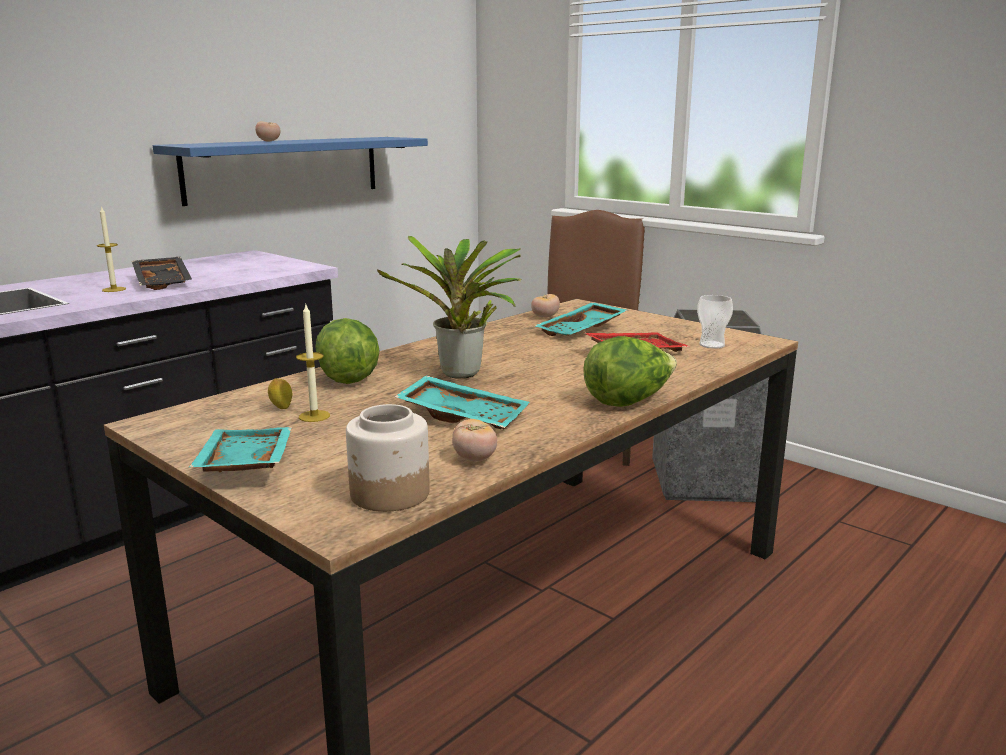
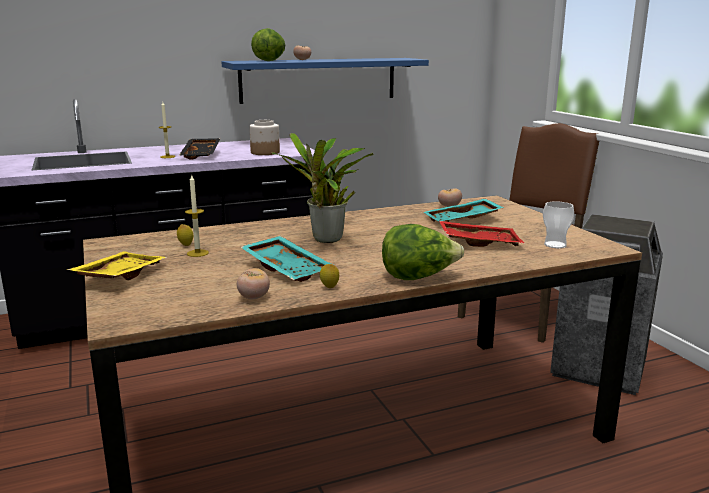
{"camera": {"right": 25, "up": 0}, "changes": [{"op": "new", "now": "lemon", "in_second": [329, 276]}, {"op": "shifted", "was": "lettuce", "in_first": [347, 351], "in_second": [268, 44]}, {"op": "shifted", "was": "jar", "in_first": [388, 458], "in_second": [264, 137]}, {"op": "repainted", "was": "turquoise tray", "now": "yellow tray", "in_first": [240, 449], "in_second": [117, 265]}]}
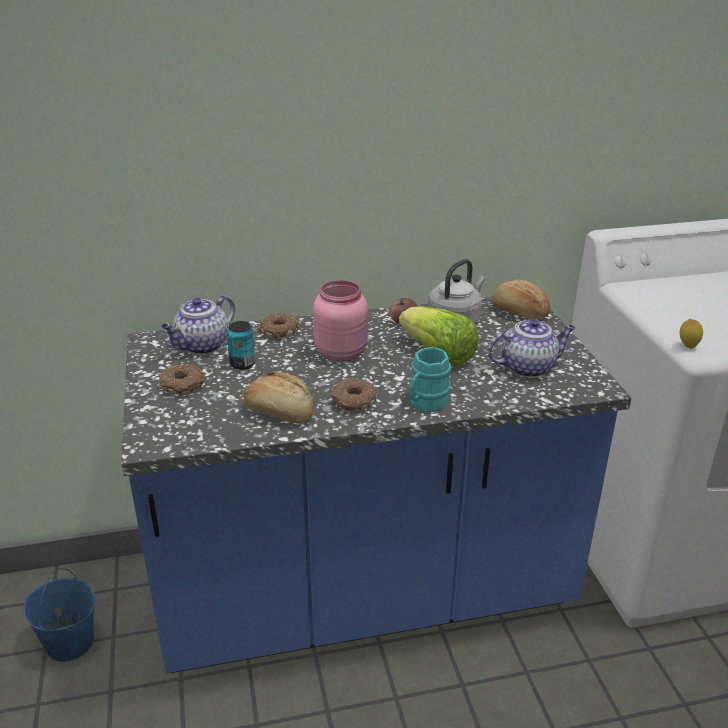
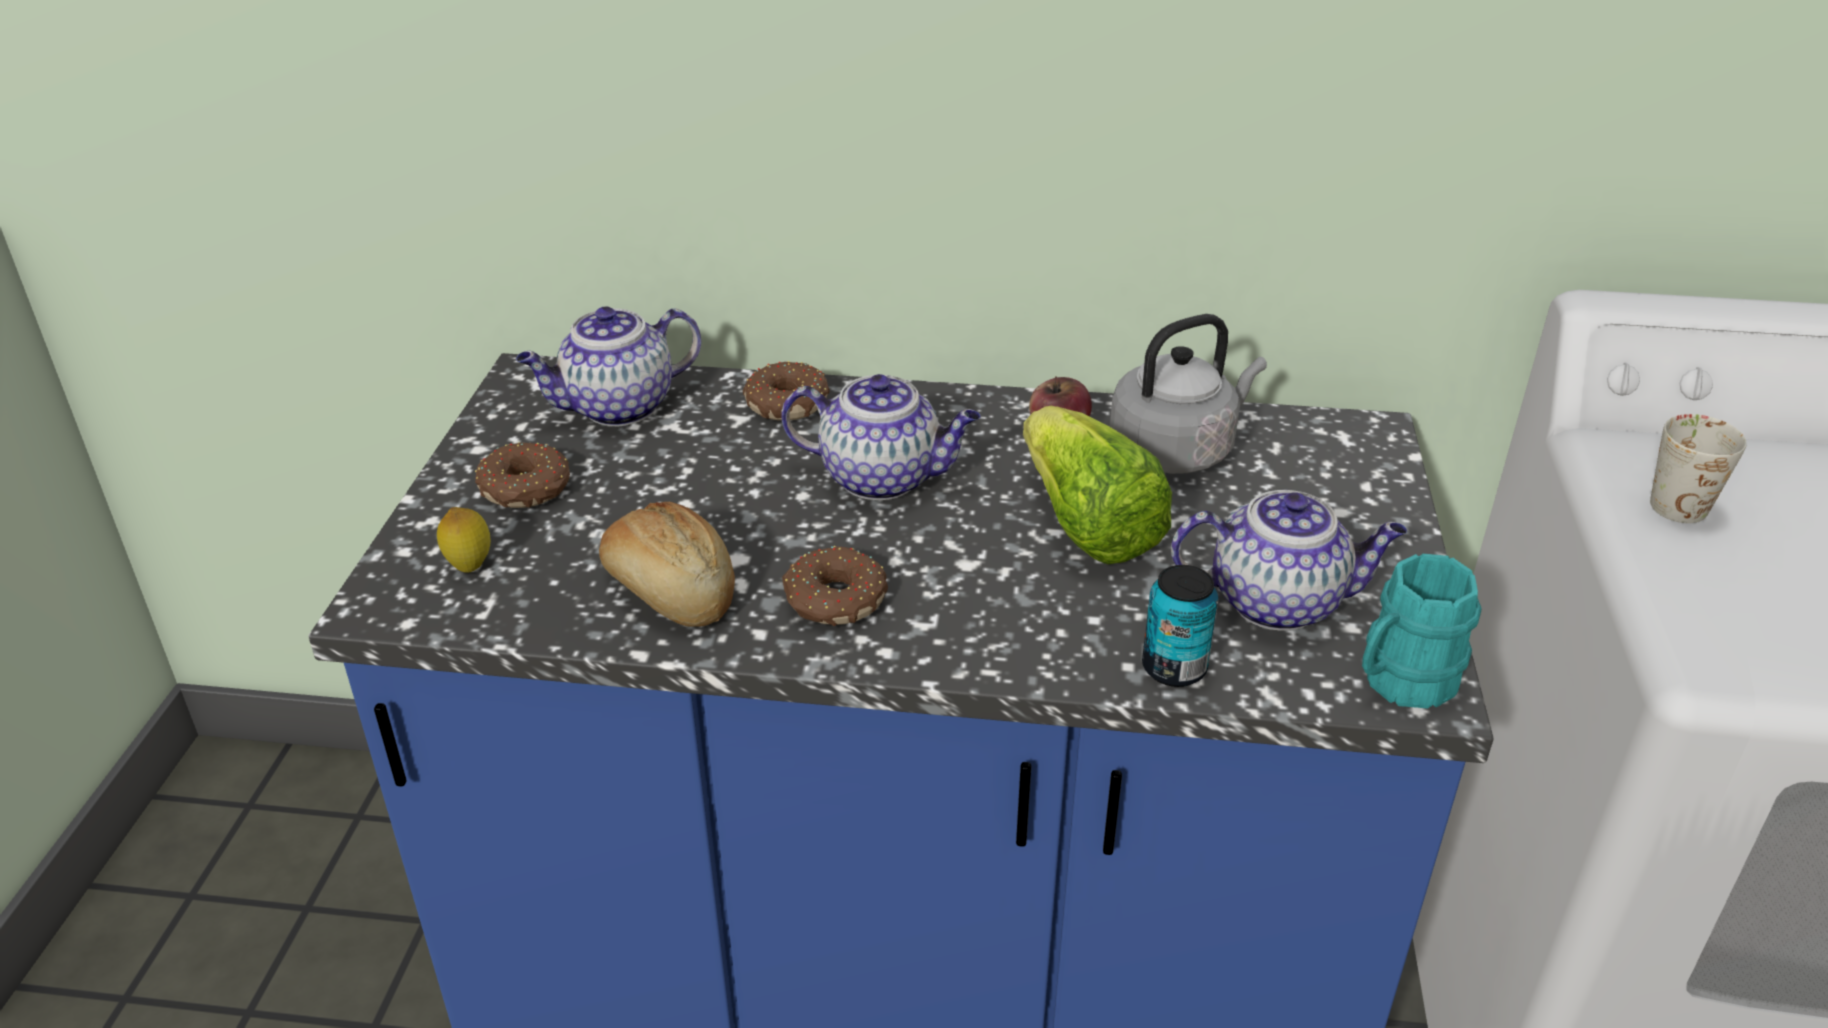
{"camera": {"right": 20, "up": 5}, "changes": [{"op": "gone", "was": "blue bucket", "in_first": [59, 615]}, {"op": "gone", "was": "bread", "in_first": [521, 299]}, {"op": "new", "now": "white mug", "in_second": [1698, 468]}, {"op": "shifted", "was": "can", "in_first": [241, 345], "in_second": [1180, 626]}, {"op": "shifted", "was": "turquoise mug", "in_first": [430, 379], "in_second": [1421, 631]}, {"op": "shifted", "was": "lemon", "in_first": [691, 334], "in_second": [464, 540]}, {"op": "swapped", "was": "pink jar", "now": "teapot", "in_first": [340, 321], "in_second": [881, 437]}]}
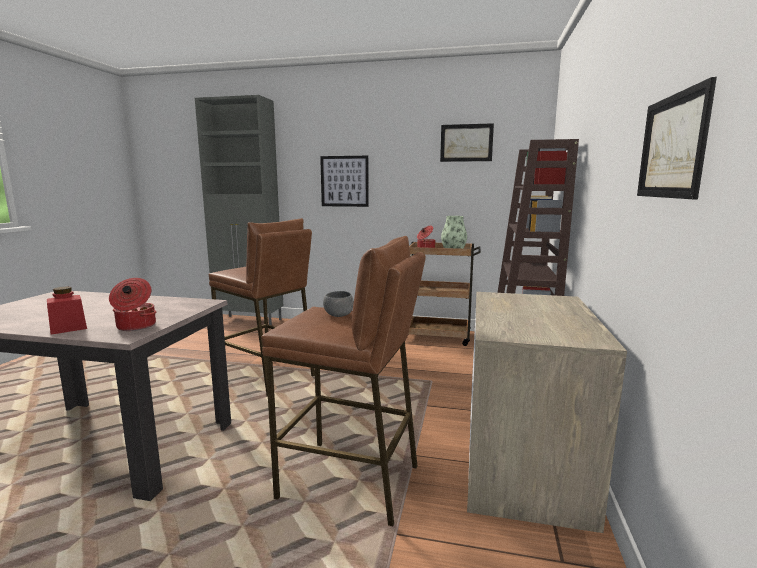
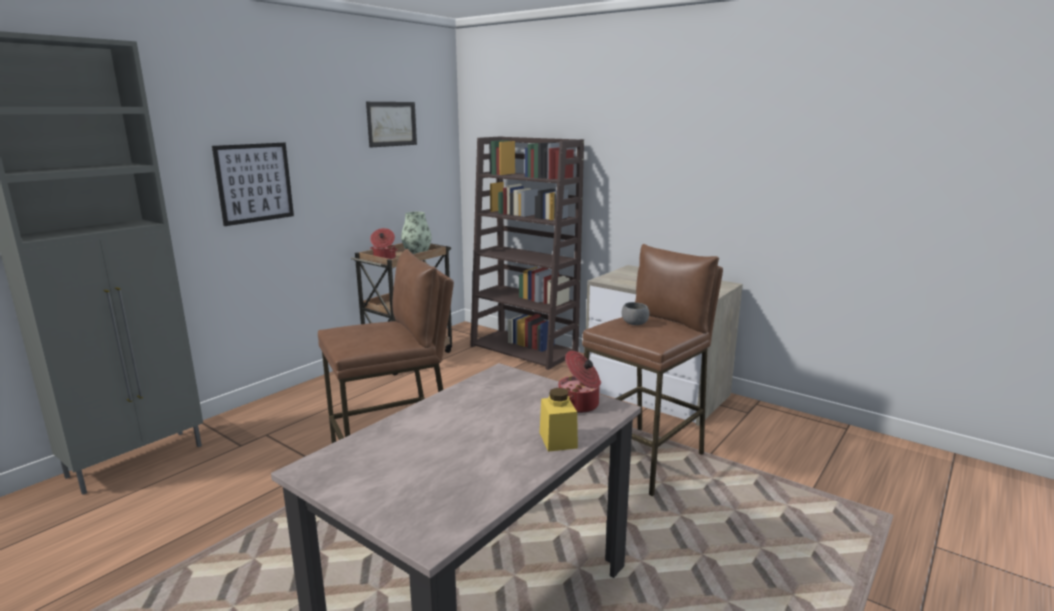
{"camera": {"right": -65, "up": 5}, "changes": [{"op": "gone", "was": "picture", "in_first": [677, 138]}, {"op": "repainted", "was": "red jar", "now": "yellow jar", "in_first": [67, 310], "in_second": [559, 420]}]}
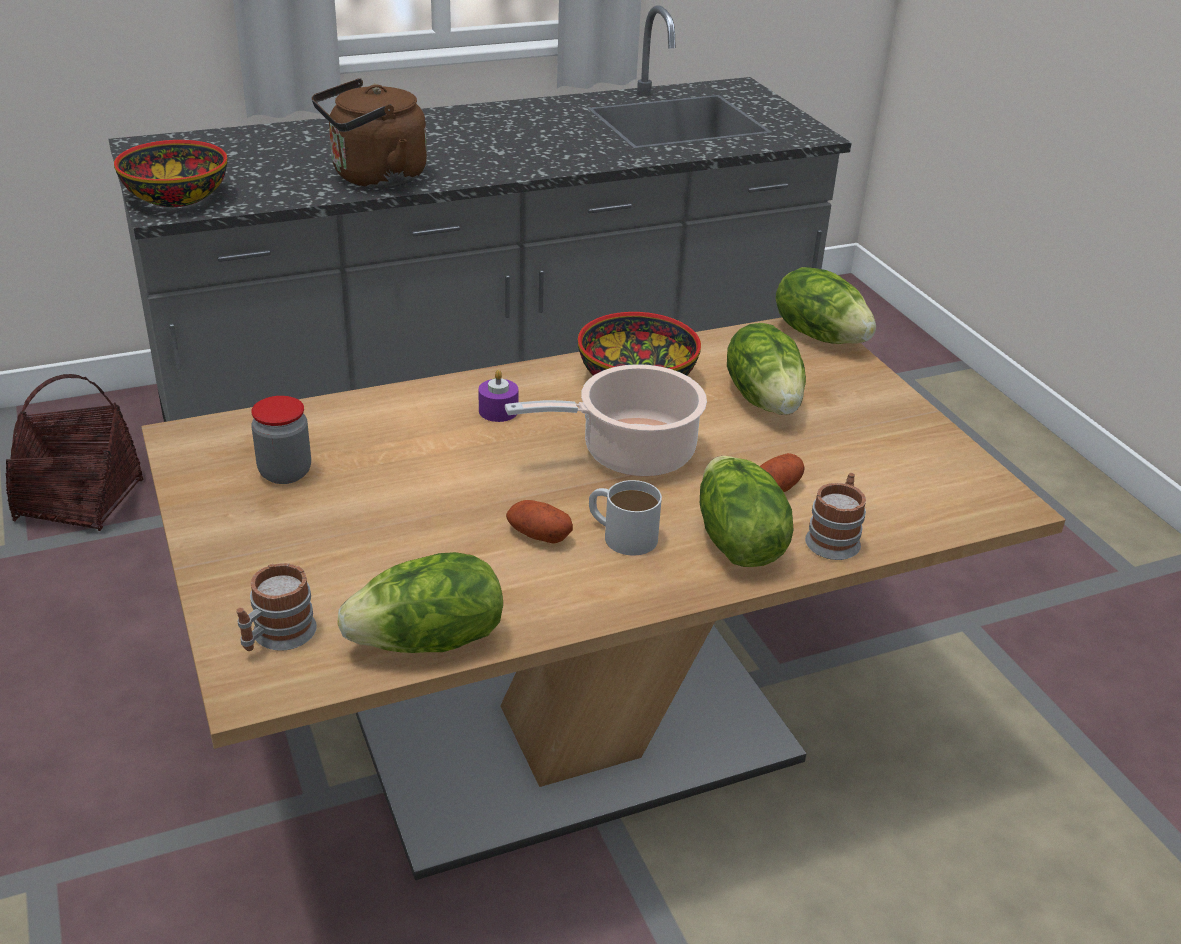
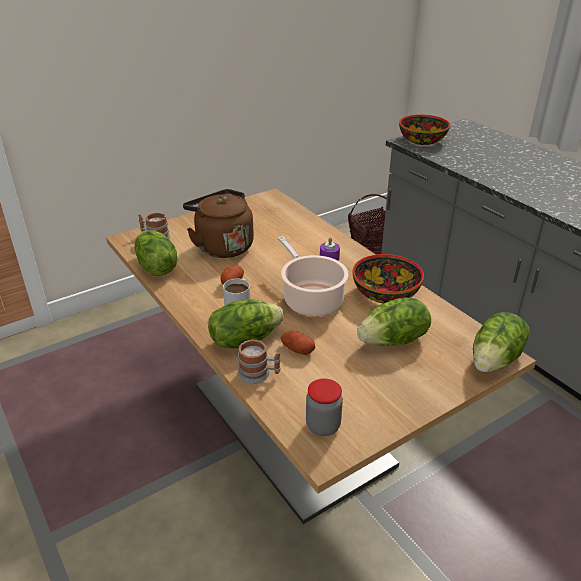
{"camera": {"right": 80, "up": 0}, "changes": [{"op": "shifted", "was": "jar", "in_first": [281, 440], "in_second": [324, 407]}, {"op": "shifted", "was": "brown kettle", "in_first": [369, 133], "in_second": [218, 223]}]}
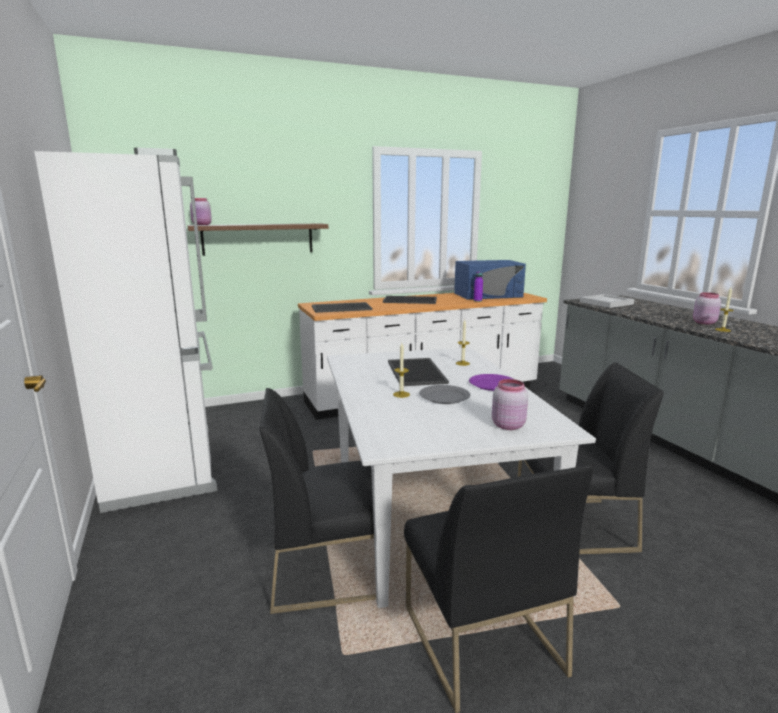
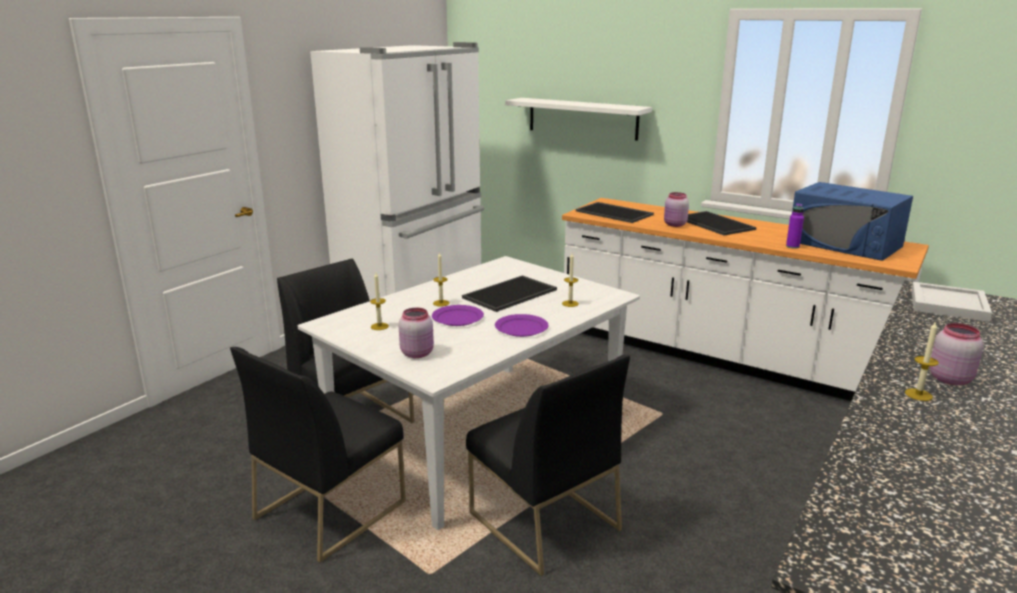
{"camera": {"right": 55, "up": 5}, "changes": [{"op": "new", "now": "candle", "in_second": [379, 301]}, {"op": "shifted", "was": "pink jar", "in_first": [201, 211], "in_second": [676, 209]}, {"op": "repainted", "was": "brown shelf", "now": "white shelf", "in_first": [257, 240], "in_second": [578, 119]}, {"op": "repainted", "was": "grey plate", "now": "purple plate", "in_first": [445, 394], "in_second": [458, 315]}]}
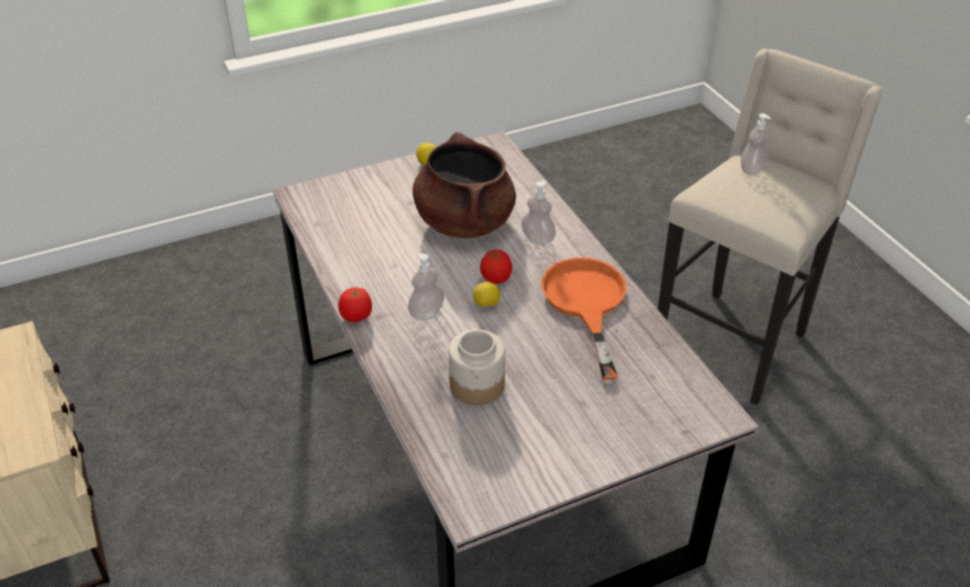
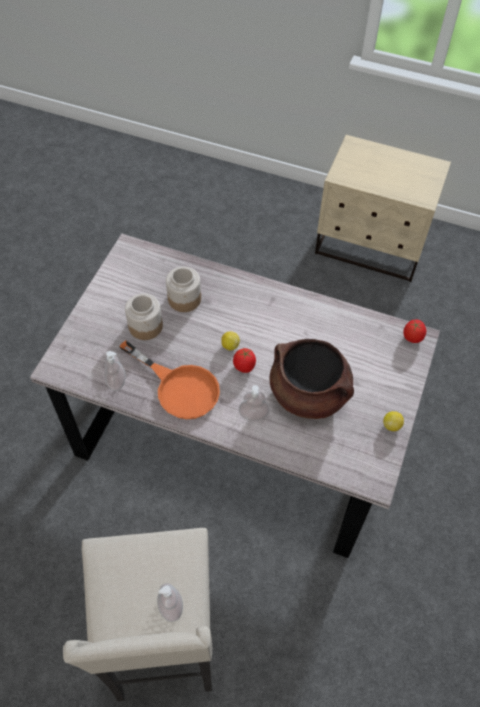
{"camera": {"right": 135, "up": 15}, "changes": [{"op": "new", "now": "jar", "in_second": [144, 316]}, {"op": "shifted", "was": "tomato", "in_first": [355, 304], "in_second": [414, 331]}, {"op": "shifted", "was": "soap dispenser", "in_first": [426, 287], "in_second": [115, 371]}]}
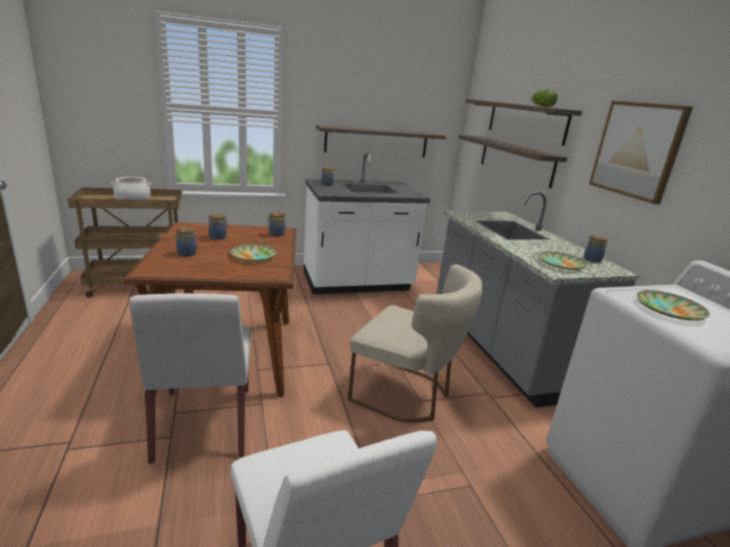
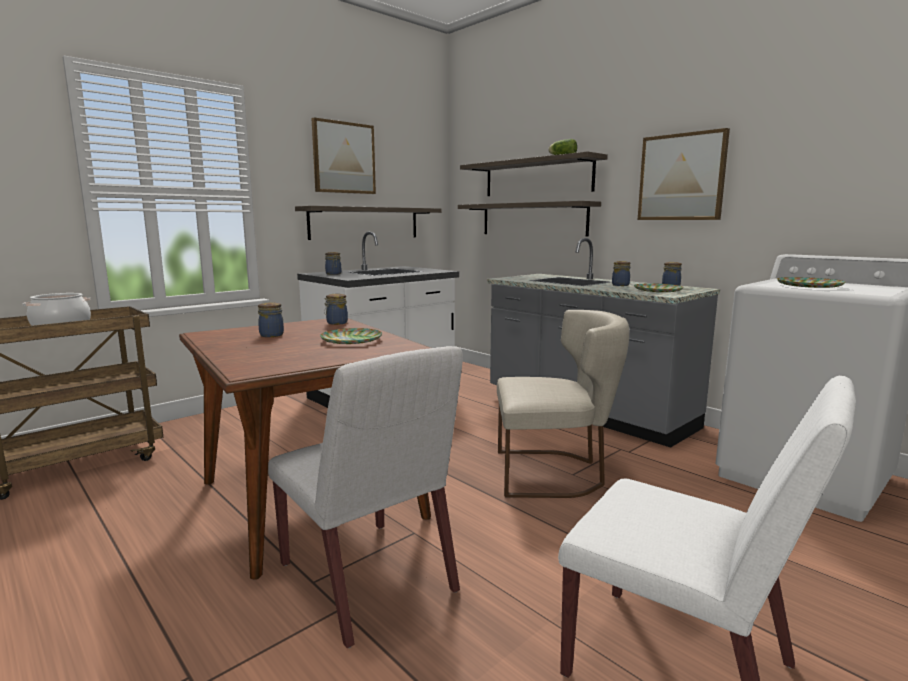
{"camera": {"right": -25, "up": -10}, "changes": [{"op": "new", "now": "picture", "in_second": [344, 155]}, {"op": "shifted", "was": "jar", "in_first": [186, 241], "in_second": [621, 273]}]}
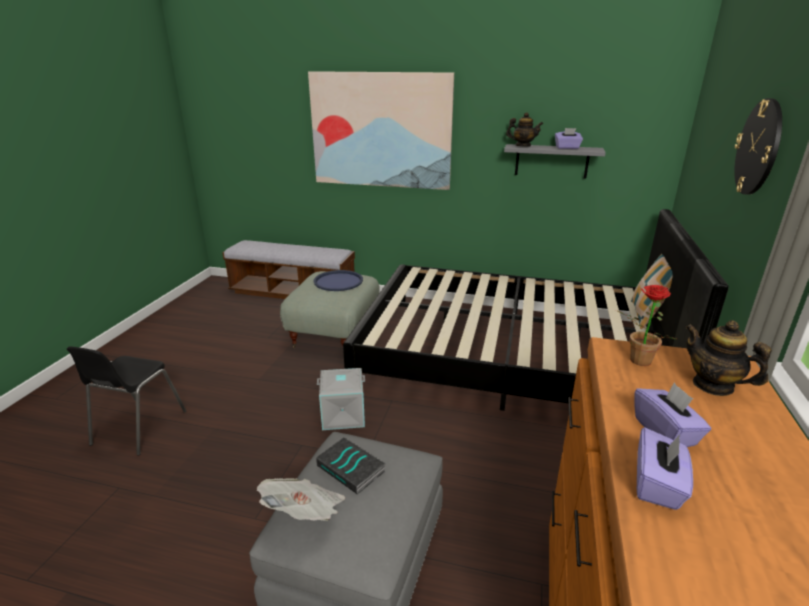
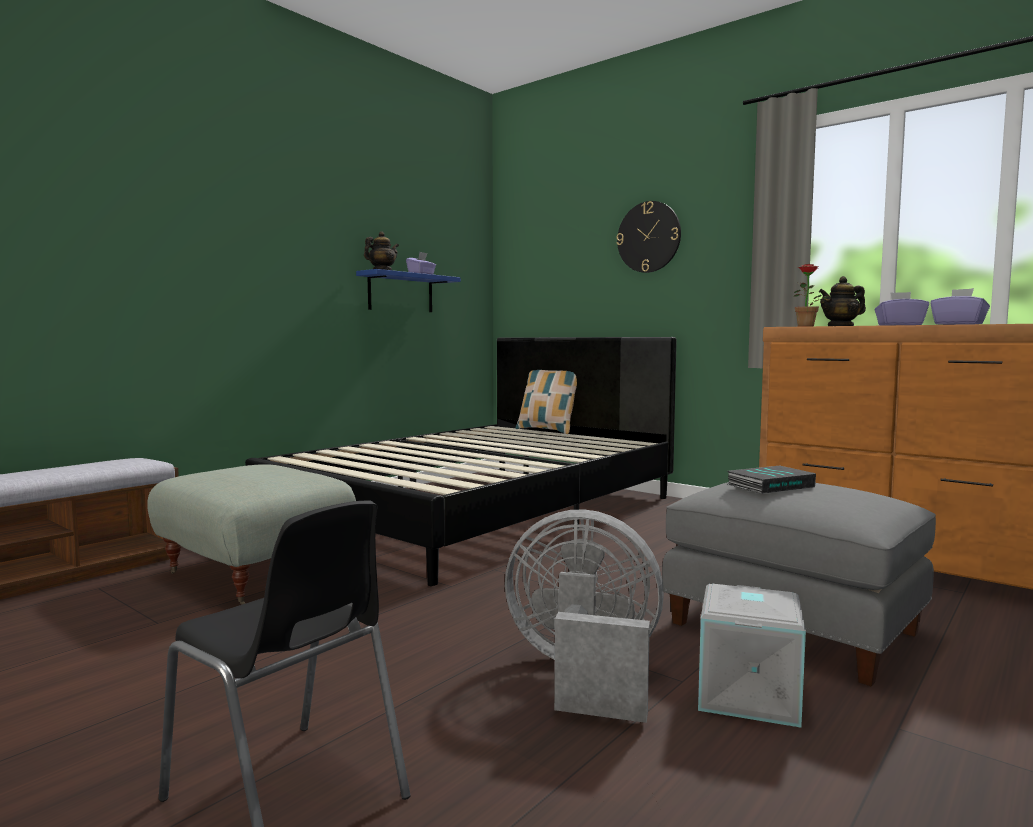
{"camera": {"right": -65, "up": -20}, "changes": [{"op": "gone", "was": "newspaper", "in_first": [301, 499]}, {"op": "gone", "was": "picture", "in_first": [381, 130]}, {"op": "gone", "was": "blue tray", "in_first": [338, 280]}, {"op": "new", "now": "grey fan", "in_second": [584, 616]}, {"op": "shifted", "was": "grey storage box", "in_first": [341, 399], "in_second": [752, 655]}, {"op": "repainted", "was": "grey shelf", "now": "blue shelf", "in_first": [555, 161], "in_second": [408, 290]}]}
